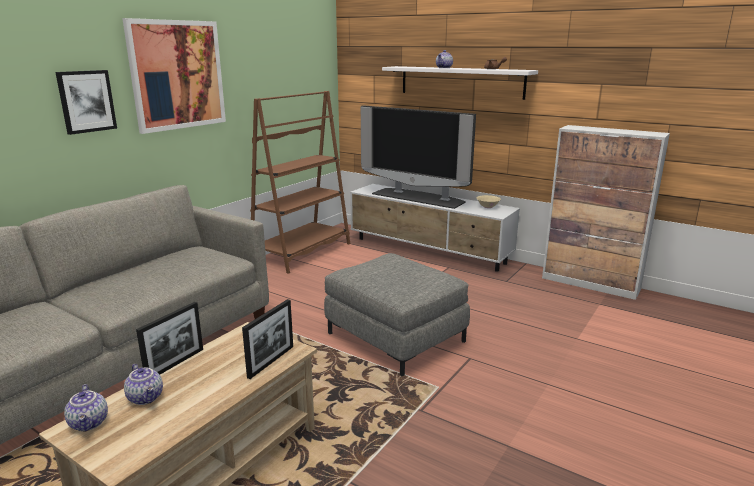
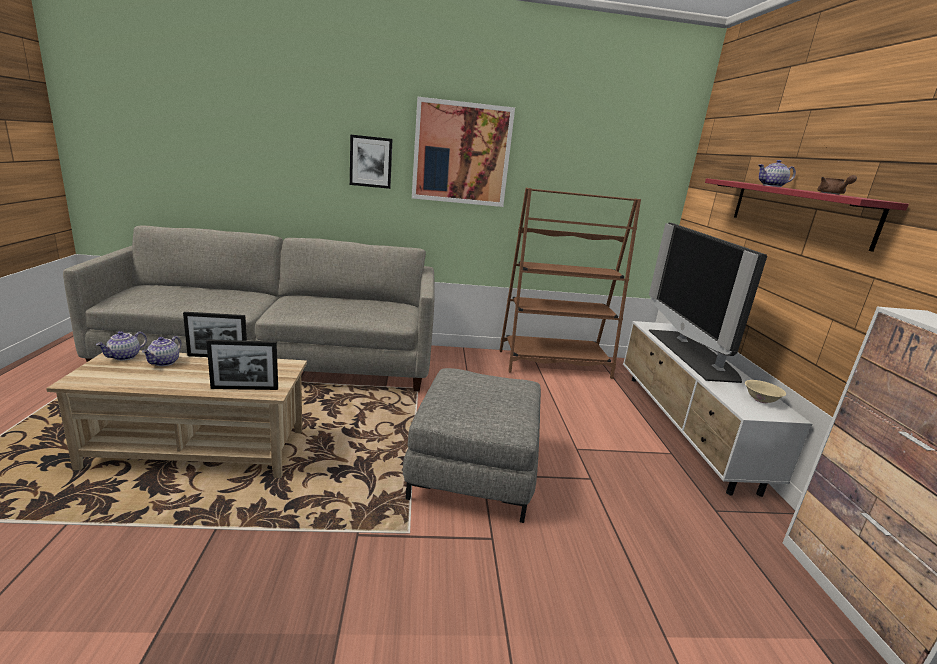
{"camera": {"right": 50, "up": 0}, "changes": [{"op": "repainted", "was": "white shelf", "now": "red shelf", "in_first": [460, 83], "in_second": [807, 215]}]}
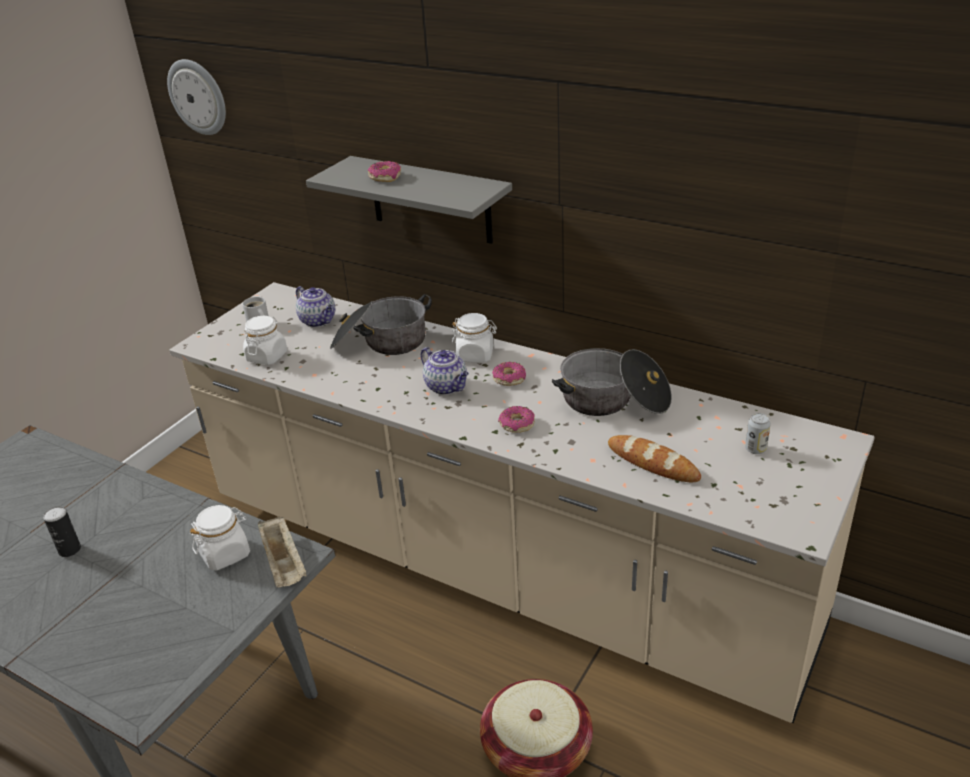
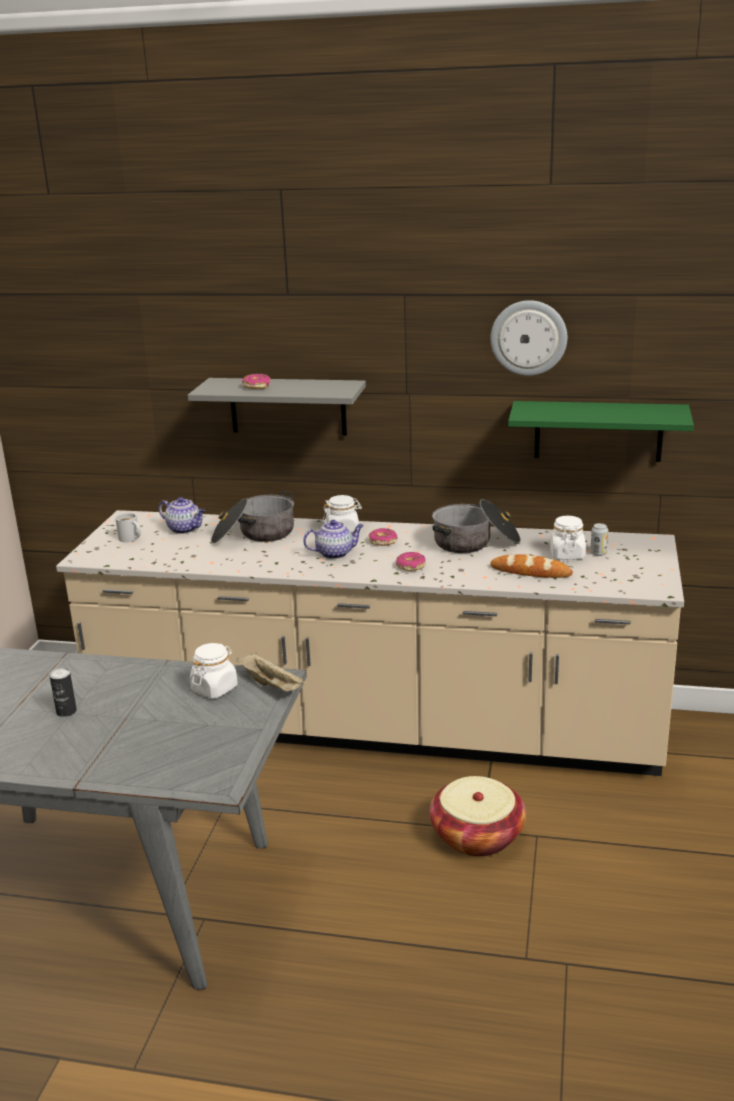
{"camera": {"right": -20, "up": -10}, "changes": [{"op": "new", "now": "green shelf", "in_second": [601, 431]}, {"op": "shifted", "was": "wall clock", "in_first": [196, 97], "in_second": [528, 338]}, {"op": "shifted", "was": "white jar", "in_first": [265, 340], "in_second": [567, 538]}, {"op": "rotated", "was": "teapot", "in_first": [445, 371], "in_second": [333, 539], "clockwise": -45}]}
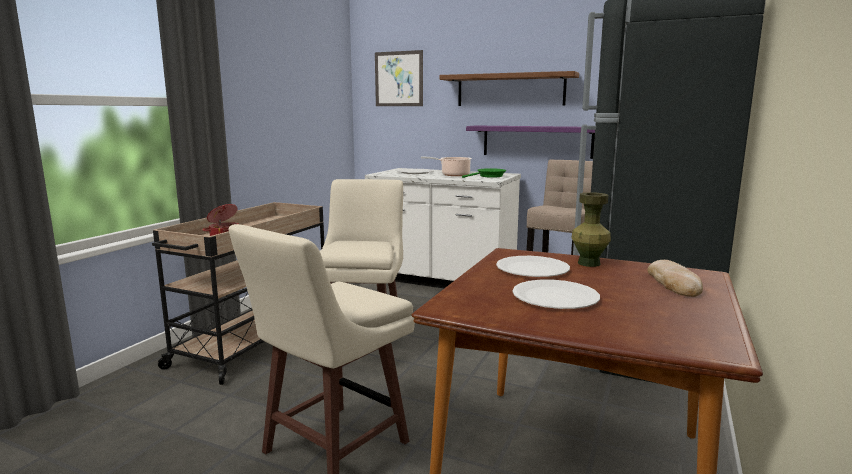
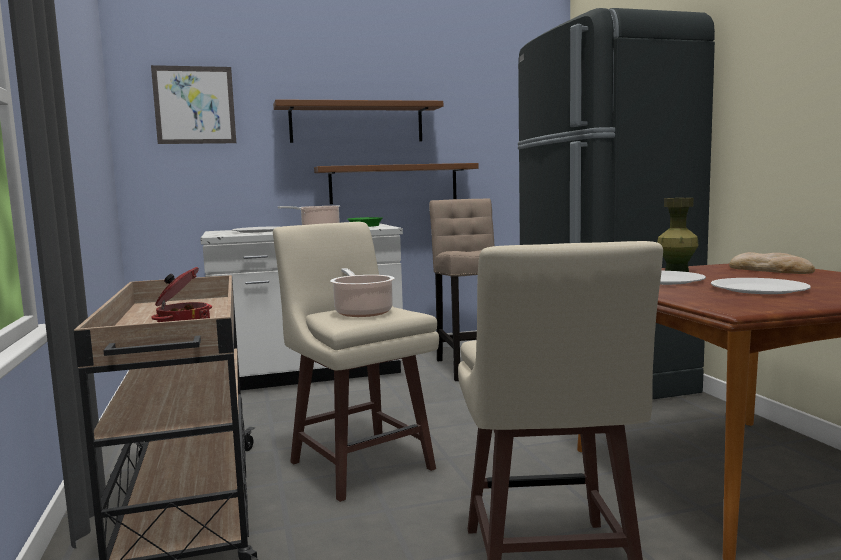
{"camera": {"right": -40, "up": -5}, "changes": [{"op": "new", "now": "cooking pot", "in_second": [362, 292]}, {"op": "repainted", "was": "purple shelf", "now": "brown shelf", "in_first": [530, 142], "in_second": [396, 183]}]}
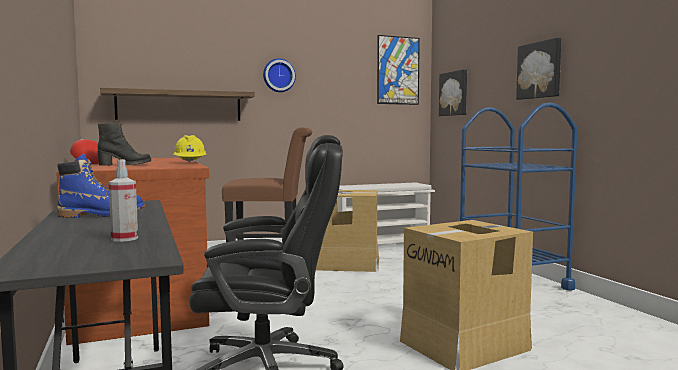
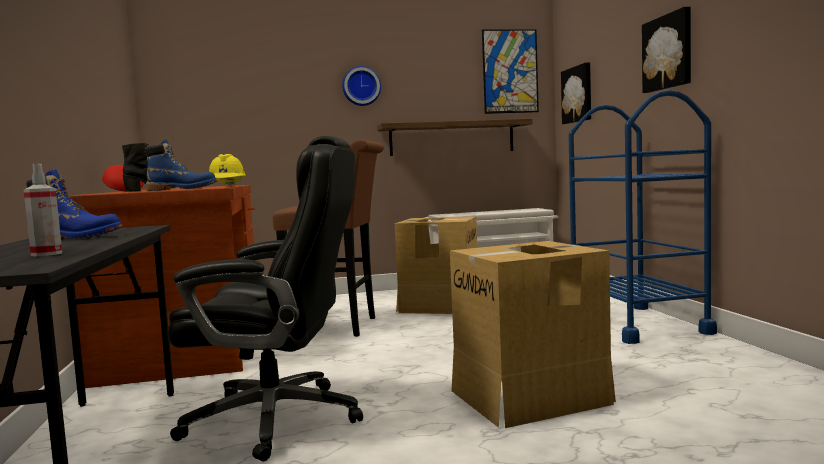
{"camera": {"right": 10, "up": 0}, "changes": [{"op": "new", "now": "blue boot", "in_second": [181, 165]}, {"op": "shifted", "was": "shelf", "in_first": [177, 104], "in_second": [455, 137]}]}
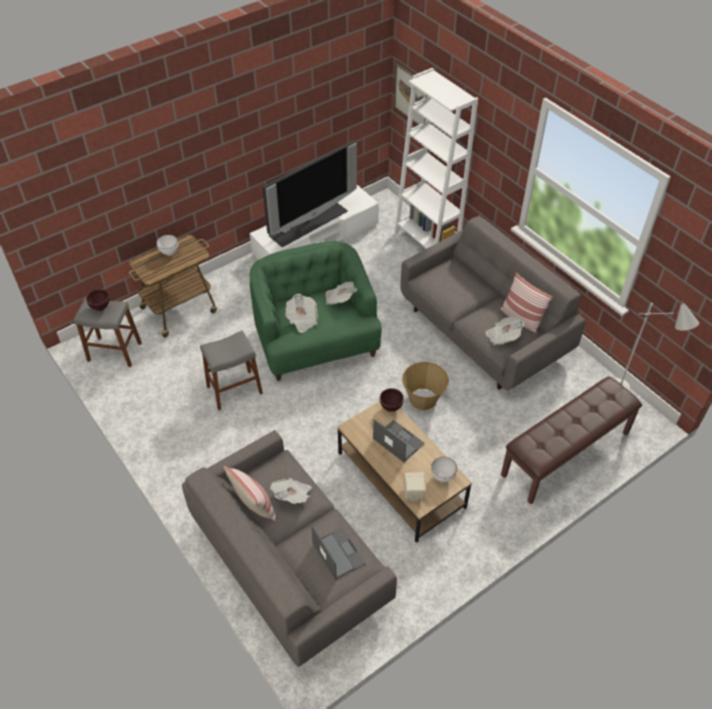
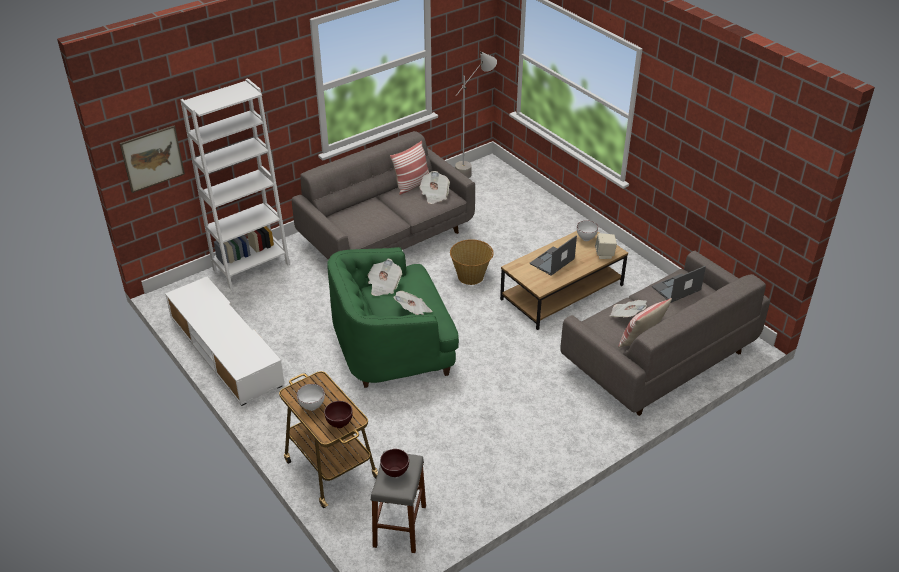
{"camera": {"right": -90, "up": -10}, "changes": [{"op": "gone", "was": "grey stool", "in_first": [231, 370]}, {"op": "gone", "was": "television", "in_first": [309, 193]}, {"op": "gone", "was": "brown bench", "in_first": [571, 441]}, {"op": "shifted", "was": "brown bowl", "in_first": [392, 400], "in_second": [338, 414]}]}
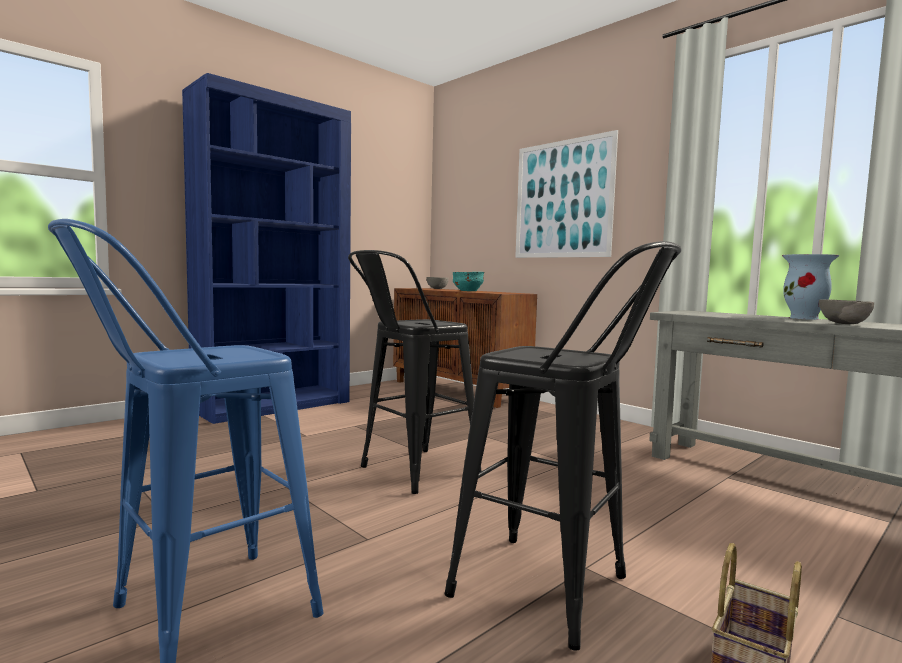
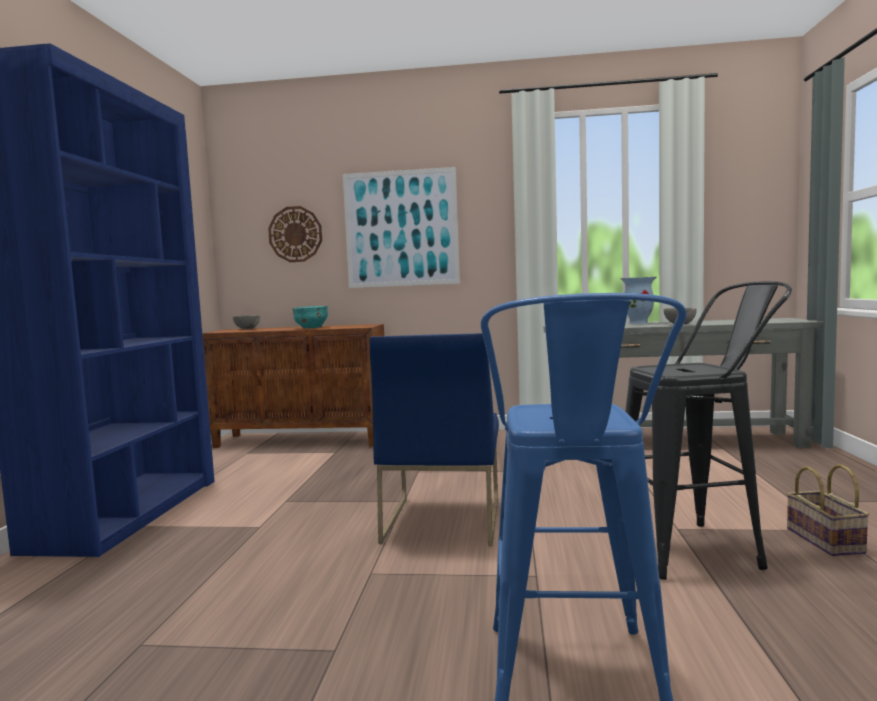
{"camera": {"right": -40, "up": 0}, "changes": [{"op": "new", "now": "wall clock", "in_second": [295, 234]}, {"op": "swapped", "was": "black stool", "now": "blue chair", "in_first": [414, 372], "in_second": [434, 439]}]}
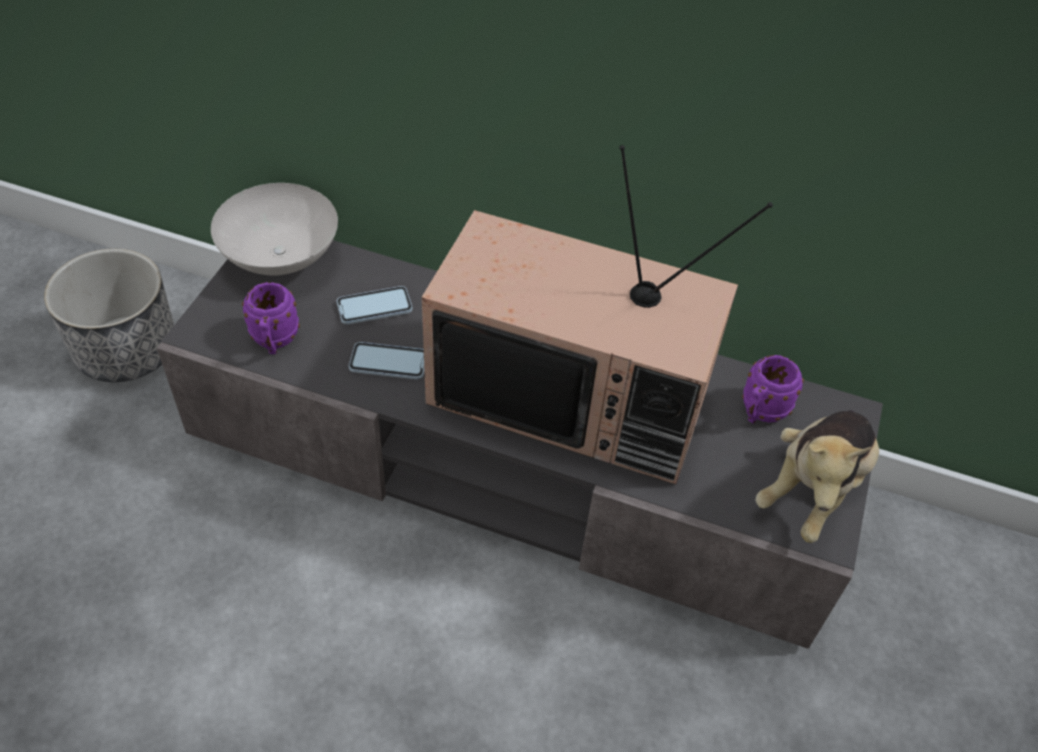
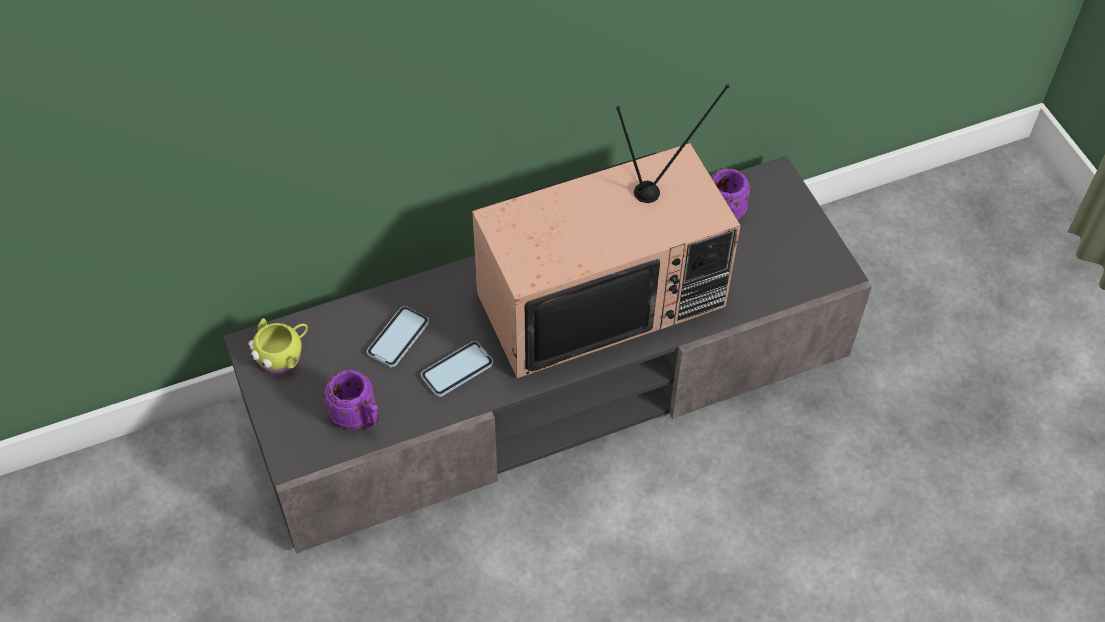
{"camera": {"right": -40, "up": 5}, "changes": [{"op": "gone", "was": "planter", "in_first": [109, 315]}, {"op": "gone", "was": "plush toy", "in_first": [817, 476]}, {"op": "swapped", "was": "white bowl", "now": "yellow mug", "in_first": [274, 229], "in_second": [278, 346]}]}
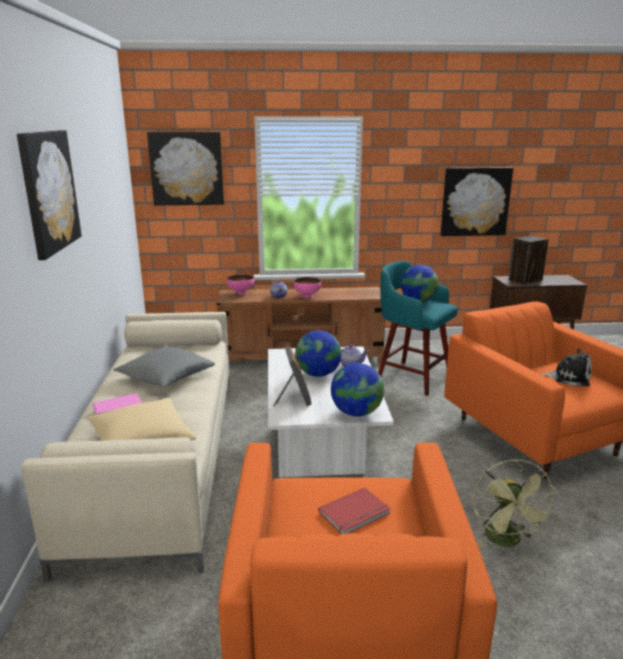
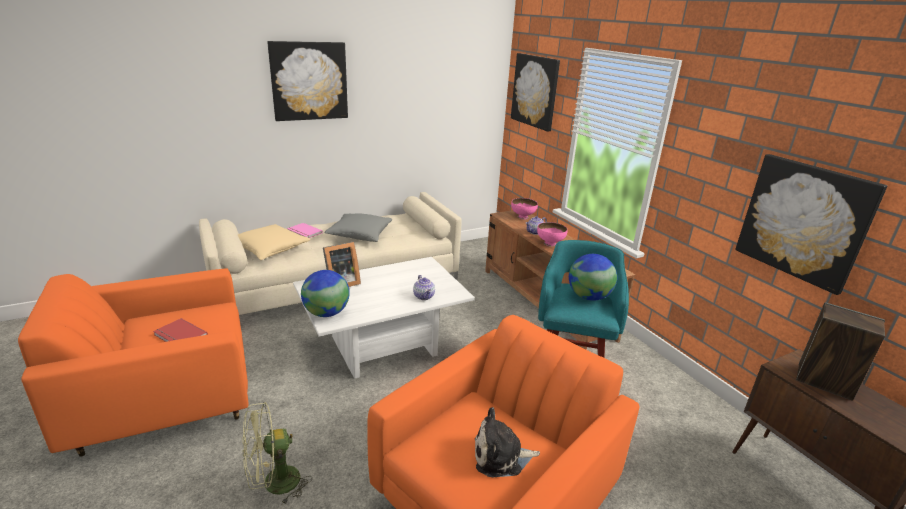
{"camera": {"right": 65, "up": 5}, "changes": [{"op": "gone", "was": "globe", "in_first": [318, 353]}, {"op": "rotated", "was": "plush toy", "in_first": [566, 367], "in_second": [507, 442], "clockwise": 90}]}
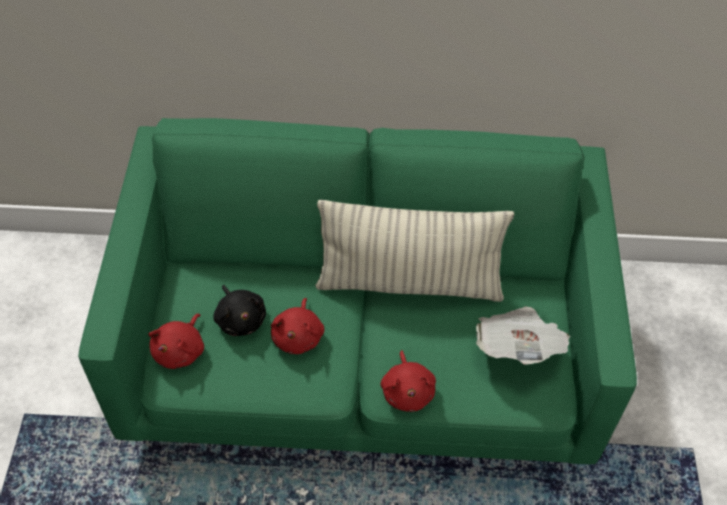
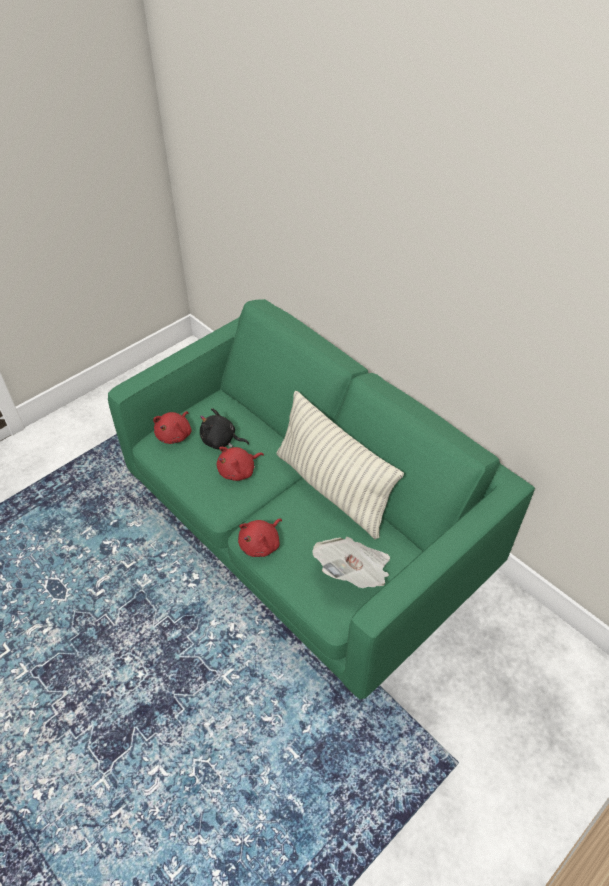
{"camera": {"right": 45, "up": -5}, "changes": [{"op": "rotated", "was": "red plush toy", "in_first": [176, 341], "in_second": [172, 427], "clockwise": -45}, {"op": "rotated", "was": "black plush toy", "in_first": [239, 310], "in_second": [224, 428], "clockwise": 90}]}
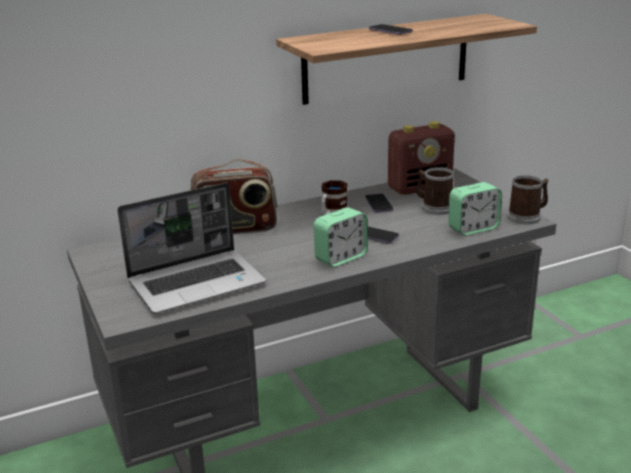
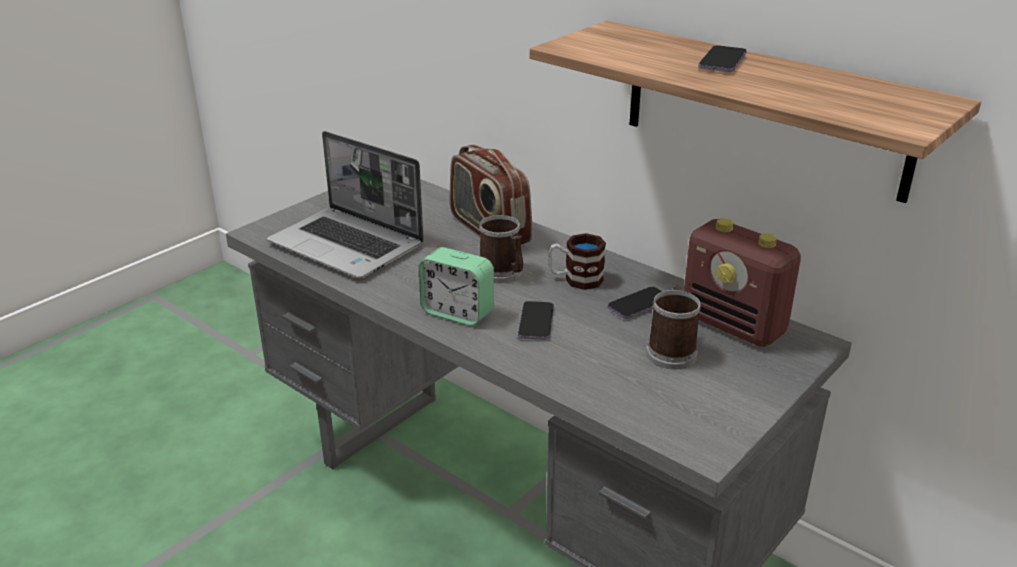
{"camera": {"right": 65, "up": 5}, "changes": [{"op": "gone", "was": "alarm clock", "in_first": [475, 209]}, {"op": "shifted", "was": "mug", "in_first": [527, 199], "in_second": [501, 249]}]}
